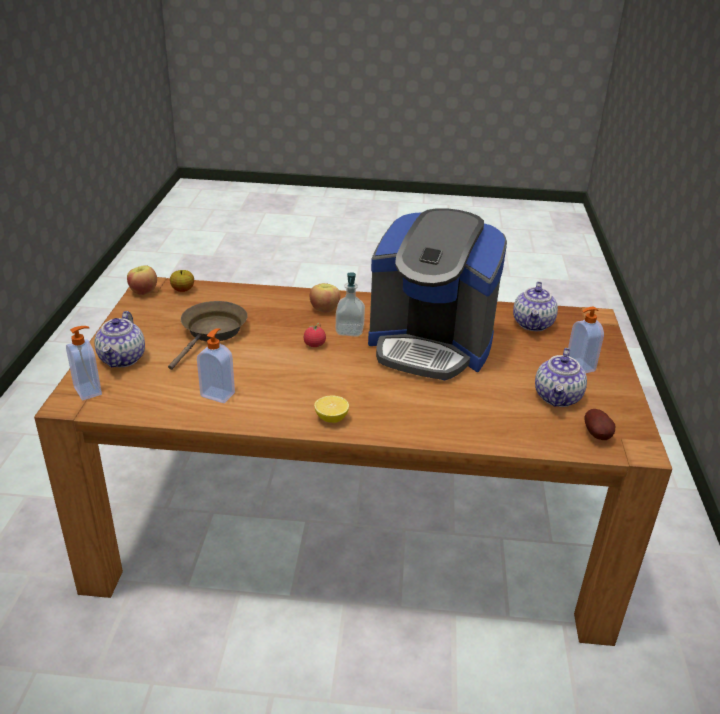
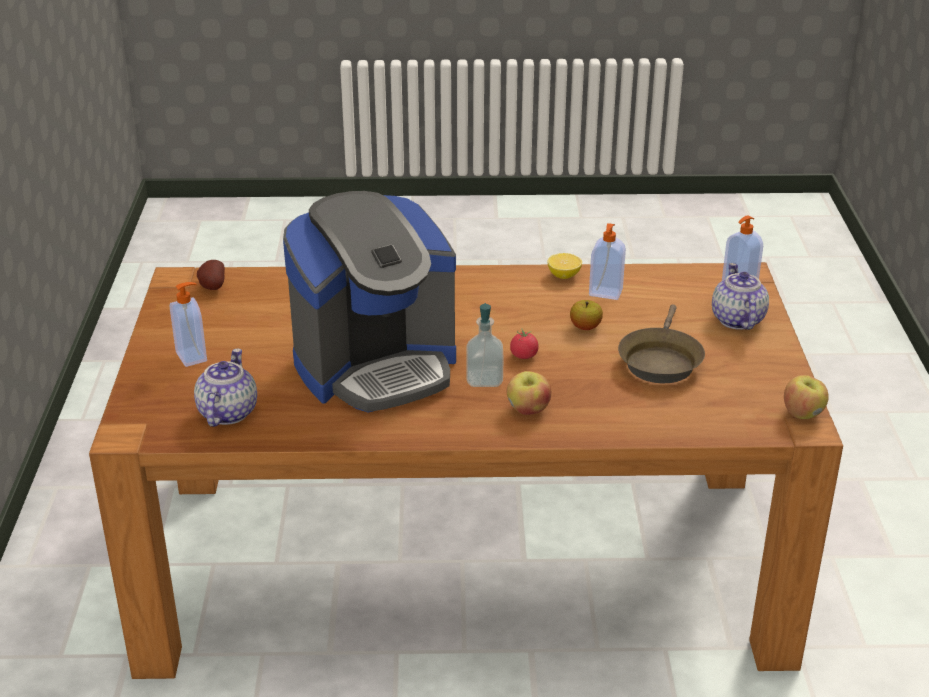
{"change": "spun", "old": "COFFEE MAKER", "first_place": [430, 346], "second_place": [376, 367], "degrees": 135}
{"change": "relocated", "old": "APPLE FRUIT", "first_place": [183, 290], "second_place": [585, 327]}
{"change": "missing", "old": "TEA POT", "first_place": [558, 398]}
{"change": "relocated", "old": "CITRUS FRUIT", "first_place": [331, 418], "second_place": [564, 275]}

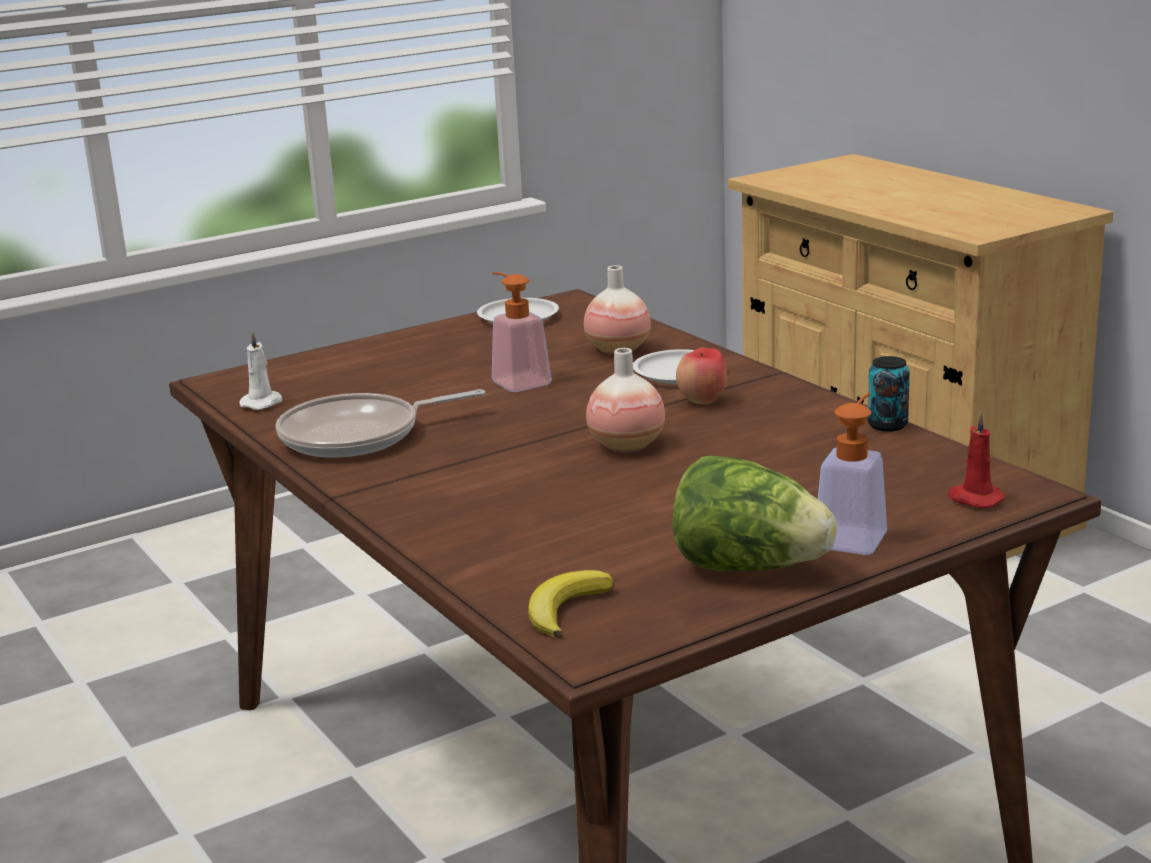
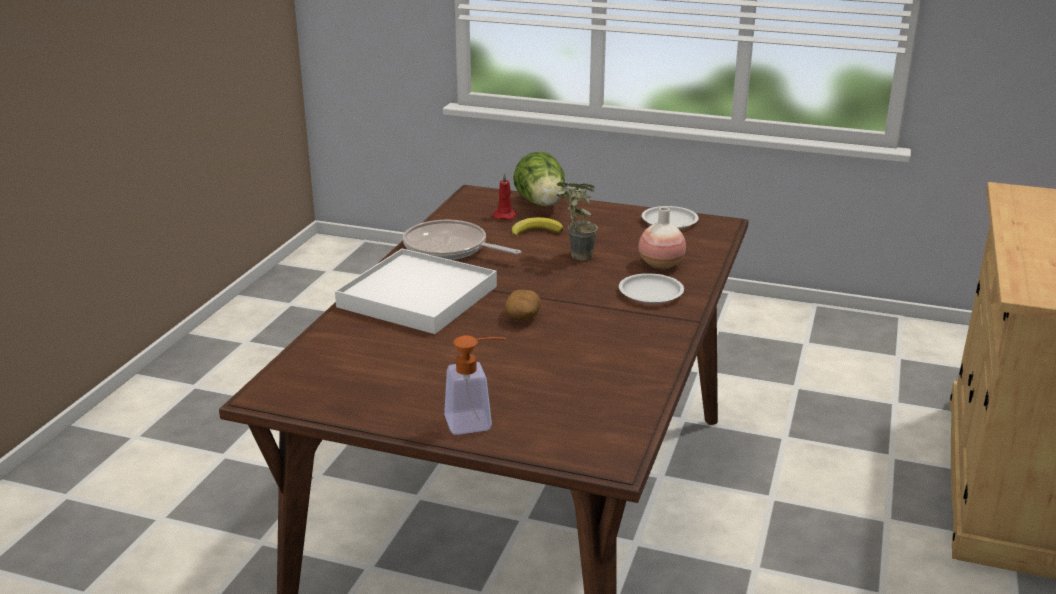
{"change": "exchanged", "old": "LIQUID SOAP BOTTLE", "new": "POTTED PLANT", "first_place": [516, 380], "second_place": [574, 256]}
{"change": "missing", "old": "WHITE-COLOURED WAX LIGHT", "first_place": [263, 403]}
{"change": "exchanged", "old": "DECORATIVE VASE", "new": "POTATO", "first_place": [626, 446], "second_place": [523, 316]}
{"change": "missing", "old": "APPLE FRUIT", "first_place": [703, 402]}
{"change": "missing", "old": "SEALED CAN", "first_place": [887, 425]}
{"change": "relocated", "old": "RED WAX LIGHT", "first_place": [974, 499], "second_place": [505, 215]}
{"change": "relocated", "old": "LETTUCE", "first_place": [749, 567], "second_place": [542, 205]}
{"change": "relocated", "old": "BANANA", "first_place": [566, 609], "second_place": [536, 231]}
{"change": "appeared", "new": "WHITE-COLOURED SERVING TRAY", "second_place": [418, 296]}

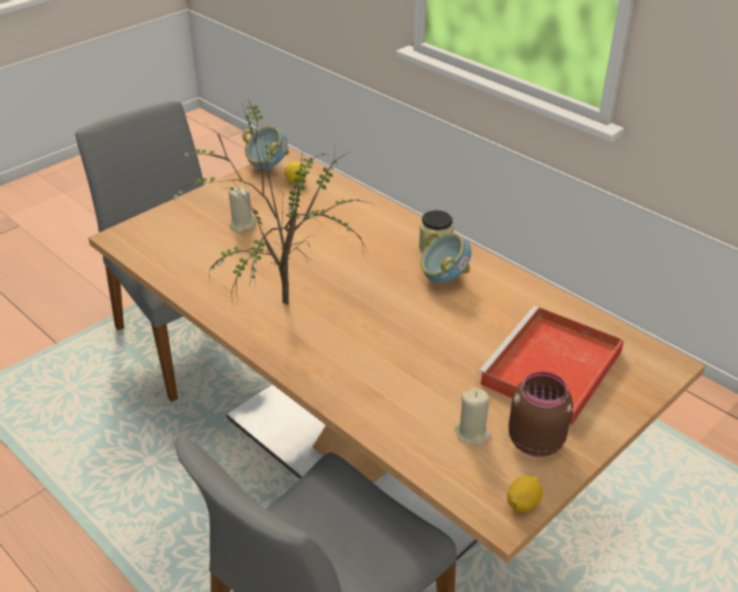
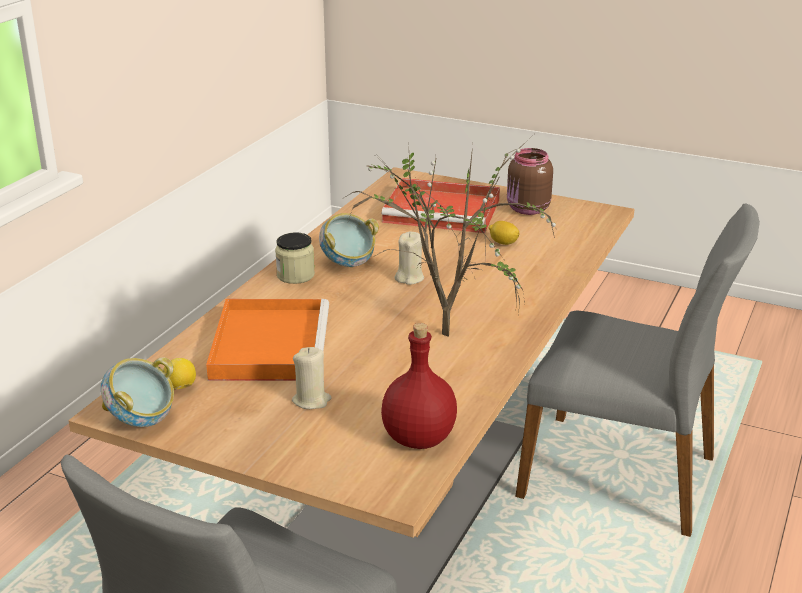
{"change": "relocated", "old": "BEIGE-COLOURED WAX LIGHT", "first_place": [472, 433], "second_place": [409, 278]}
{"change": "relocated", "old": "CITRUS FRUIT", "first_place": [523, 503], "second_place": [503, 243]}
{"change": "appeared", "new": "ORANGEY SERVING TRAY", "second_place": [269, 344]}
{"change": "appeared", "new": "RED BOTTLE", "second_place": [420, 439]}

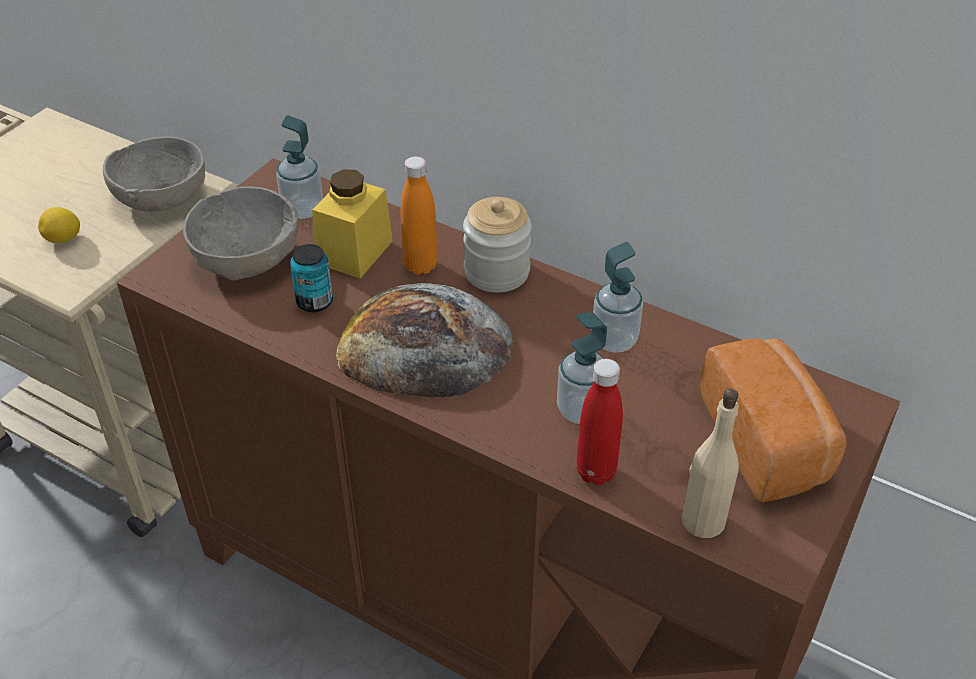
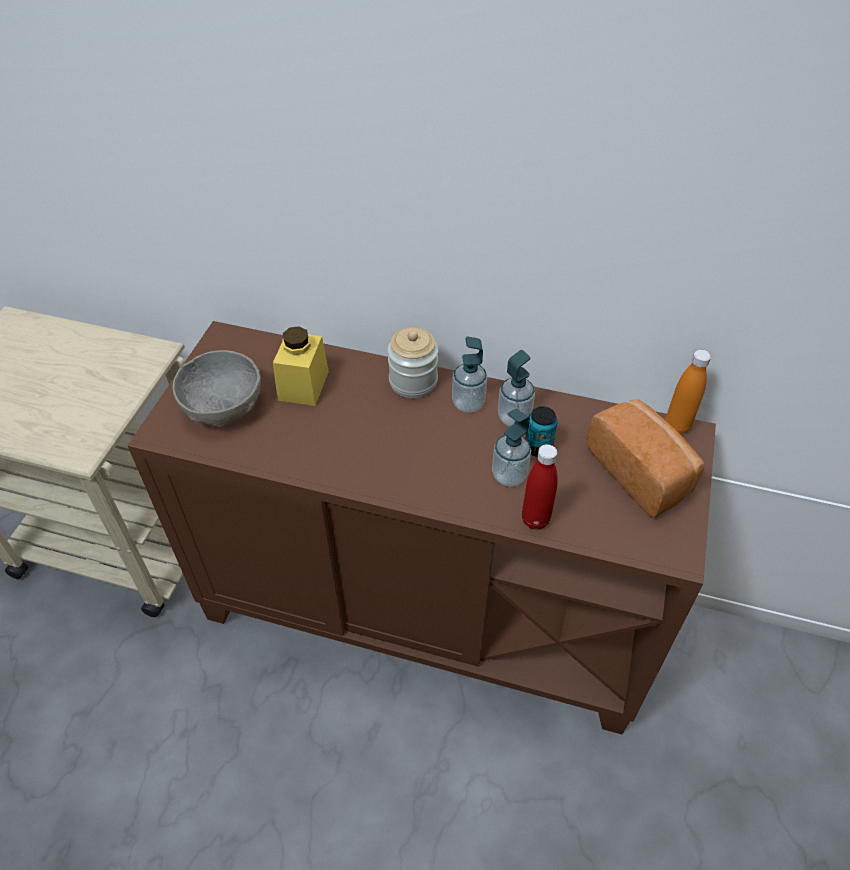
{"change": "relocated", "old": "LIQUID SOAP BOTTLE", "first_place": [303, 210], "second_place": [468, 403]}
{"change": "missing", "old": "GREY SERVING BOWL", "first_place": [161, 196]}
{"change": "relocated", "old": "ORANGEY BOTTLE", "first_place": [420, 265], "second_place": [677, 426]}
{"change": "missing", "old": "CITRUS FRUIT", "first_place": [64, 239]}
{"change": "relocated", "old": "SEALED CAN", "first_place": [315, 302], "second_place": [538, 447]}
{"change": "missing", "old": "BREAD", "first_place": [424, 345]}
{"change": "missing", "old": "BEIGE-COLOURED BOTTLE", "first_place": [702, 520]}

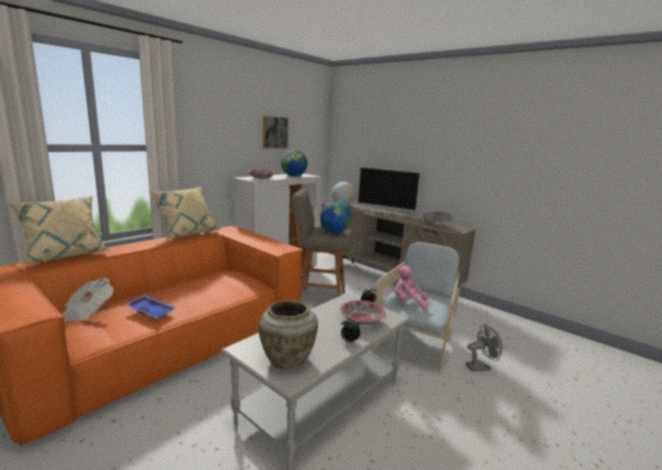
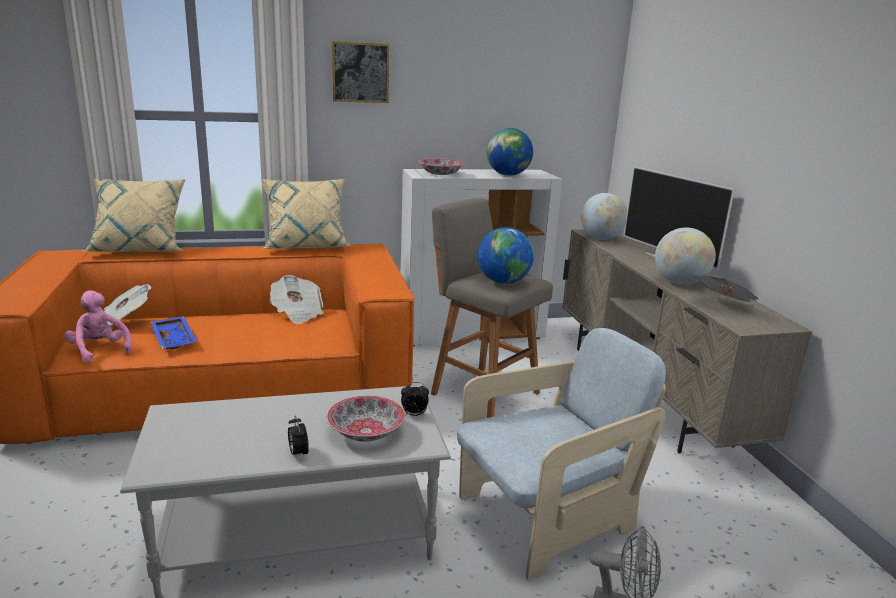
{"change": "relocated", "old": "PICTURE", "first_place": [275, 132], "second_place": [360, 72]}
{"change": "relocated", "old": "PINKISH CUDDLY TOY", "first_place": [408, 303], "second_place": [99, 350]}
{"change": "missing", "old": "BEIGE-COLOURED DECORATIVE VASE", "first_place": [287, 358]}
{"change": "appeared", "new": "GLOBE", "second_place": [679, 283]}
{"change": "appeared", "new": "NEWSPAPER", "second_place": [297, 313]}

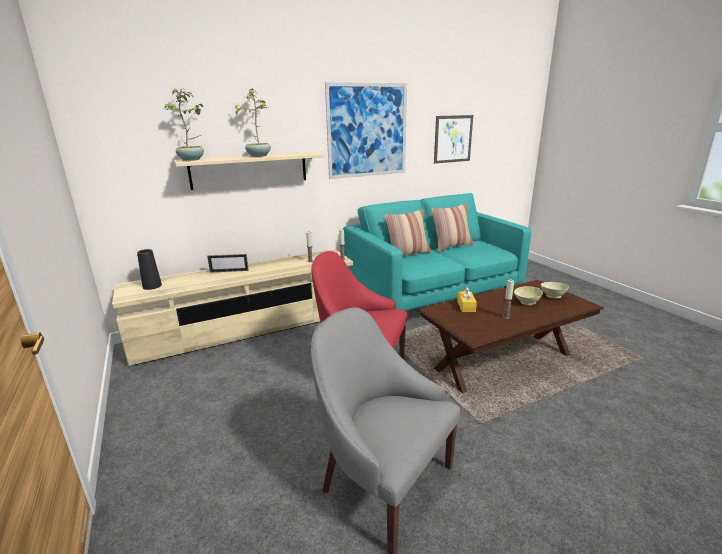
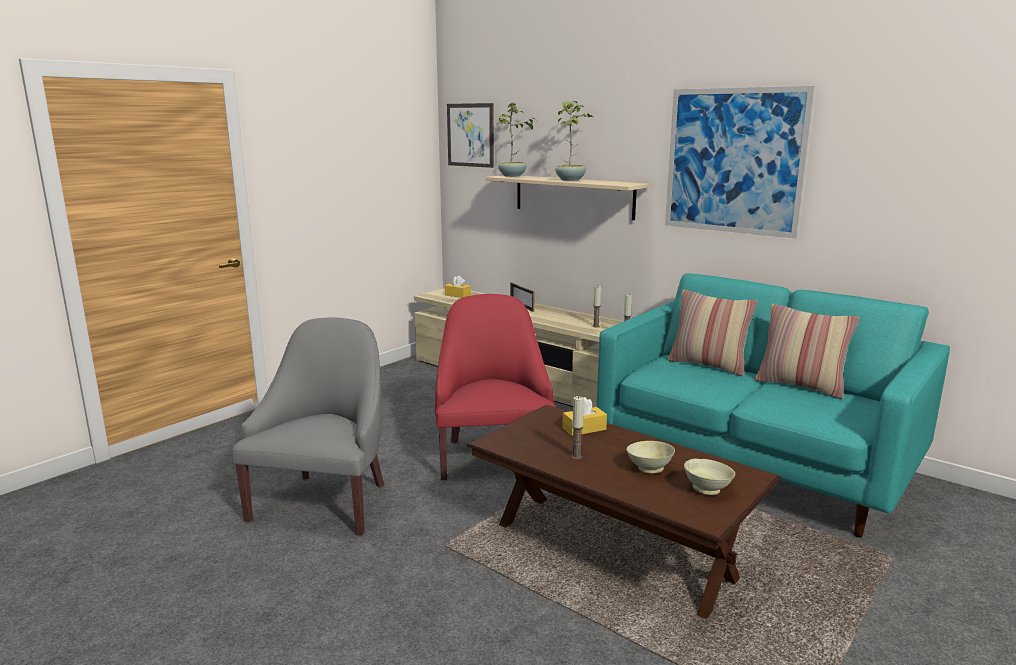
{"change": "relocated", "old": "PICTURE", "first_place": [453, 139], "second_place": [470, 135]}
{"change": "exchanged", "old": "BLACKISH DECORATIVE VASE", "new": "YELLOW-COLOURED TISSUE HOLDER", "first_place": [152, 286], "second_place": [457, 295]}

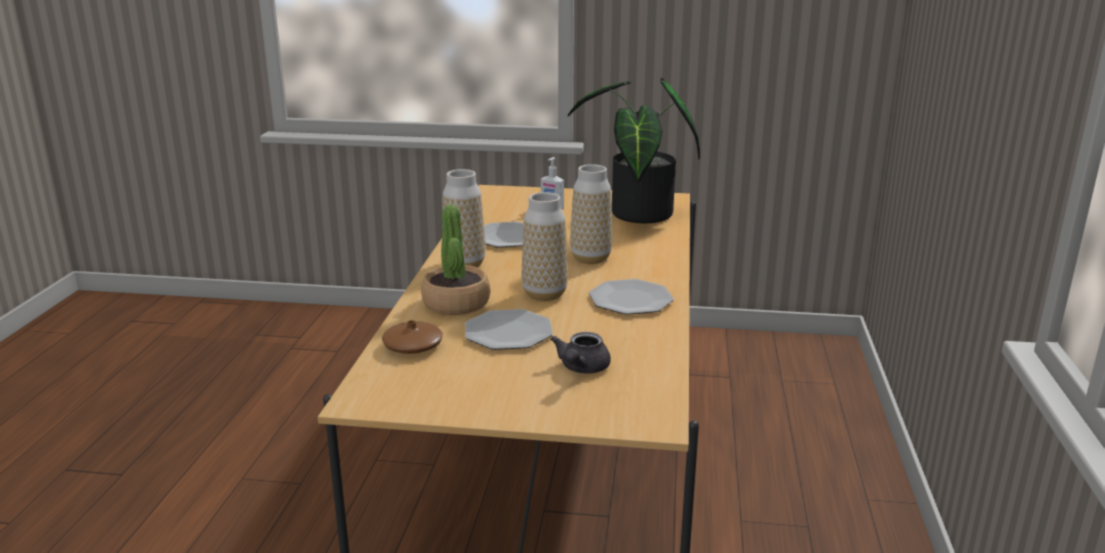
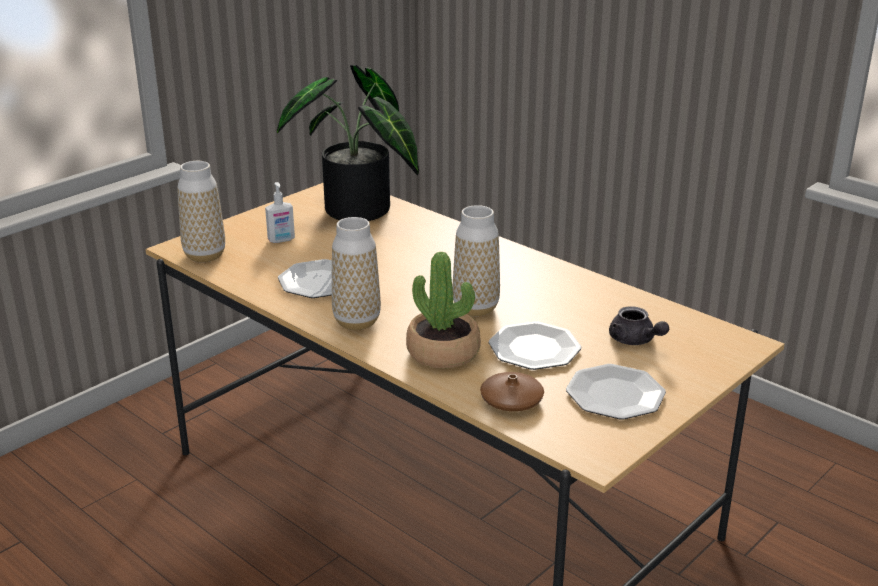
{"change": "relocated", "old": "DECORATIVE VASE", "first_place": [590, 258], "second_place": [205, 255]}
{"change": "relocated", "old": "DINNER PLATE", "first_place": [631, 299], "second_place": [615, 394]}

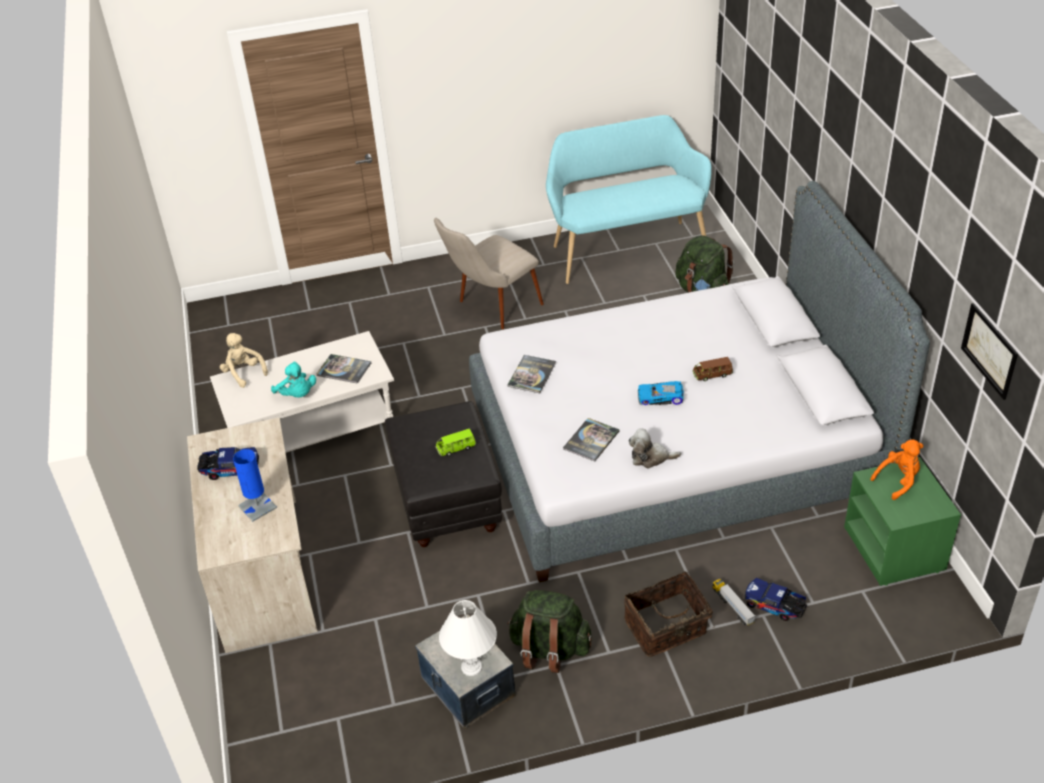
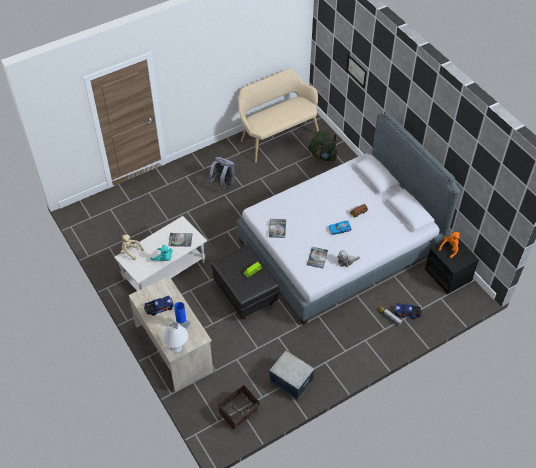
{"change": "colour", "old": "BLUE-GREEN LONG SEAT", "new": "BEIGE-COLOURED LONG SEAT", "first_place": [626, 248], "second_place": [277, 136]}
{"change": "exchanged", "old": "BEIGE-COLOURED UPRIGHT CHAIR", "new": "GREY BACKPACK", "first_place": [490, 309], "second_place": [223, 184]}
{"change": "relocated", "old": "PICTURE", "first_place": [989, 350], "second_place": [356, 71]}
{"change": "colour", "old": "GREENISH NIGHT TABLE", "new": "BLACKISH NIGHT TABLE", "first_place": [895, 549], "second_place": [448, 275]}
{"change": "relocated", "old": "STORAGE BASKET", "first_place": [667, 628], "second_place": [239, 412]}
{"change": "missing", "old": "GREENISH BACKPACK", "first_place": [549, 649]}
{"change": "relocated", "old": "WHITE-COLOURED LAMP FOR A TABLE", "first_place": [471, 667], "second_place": [176, 348]}

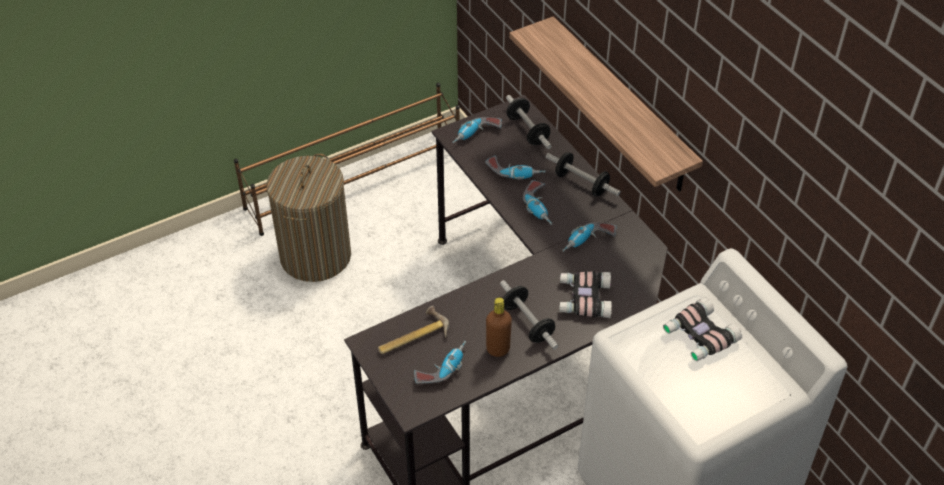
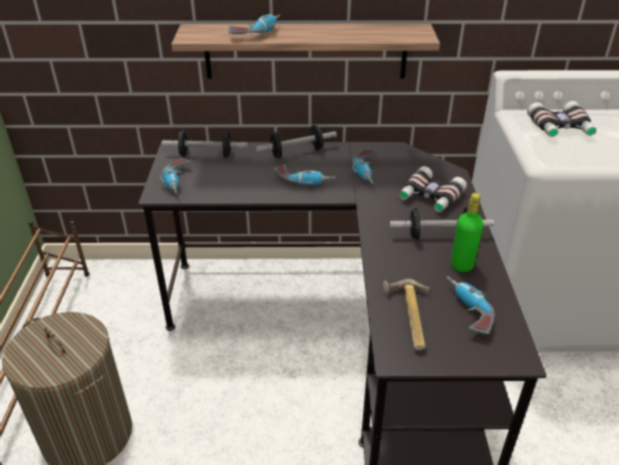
{"change": "relocated", "old": "POWER DRILL", "first_place": [515, 173], "second_place": [256, 32]}
{"change": "colour", "old": "BROWN BOTTLE", "new": "GREENISH BOTTLE", "first_place": [498, 349], "second_place": [462, 265]}

